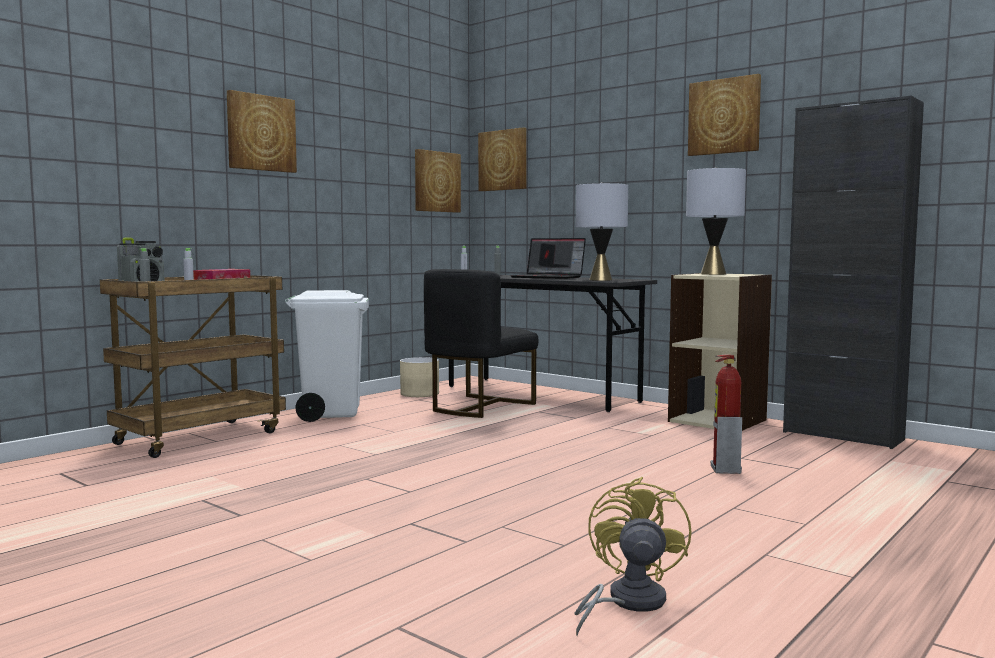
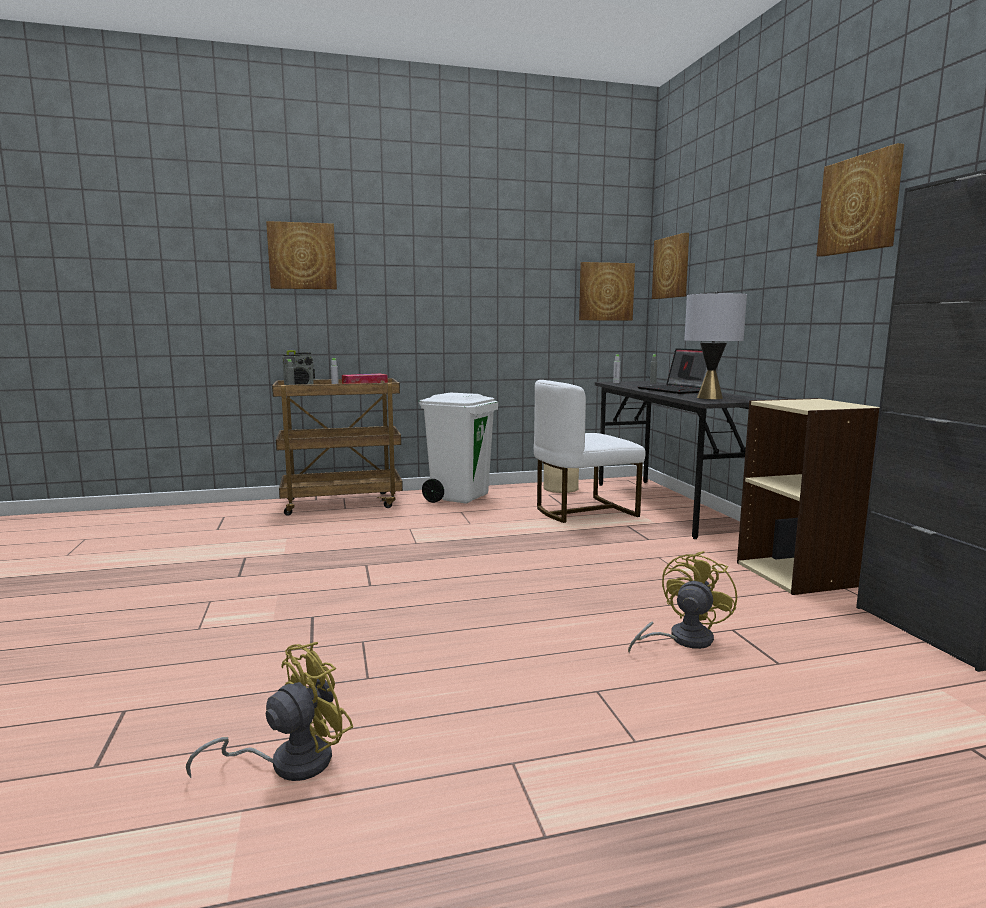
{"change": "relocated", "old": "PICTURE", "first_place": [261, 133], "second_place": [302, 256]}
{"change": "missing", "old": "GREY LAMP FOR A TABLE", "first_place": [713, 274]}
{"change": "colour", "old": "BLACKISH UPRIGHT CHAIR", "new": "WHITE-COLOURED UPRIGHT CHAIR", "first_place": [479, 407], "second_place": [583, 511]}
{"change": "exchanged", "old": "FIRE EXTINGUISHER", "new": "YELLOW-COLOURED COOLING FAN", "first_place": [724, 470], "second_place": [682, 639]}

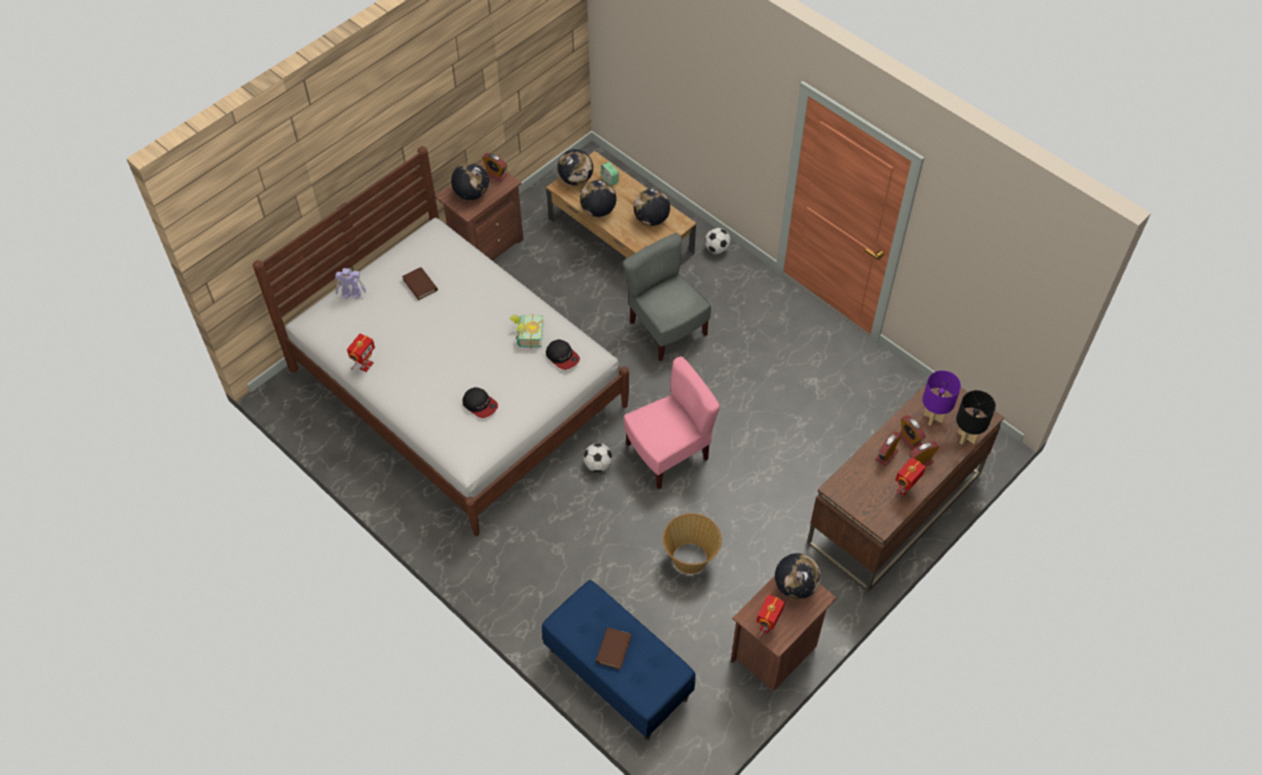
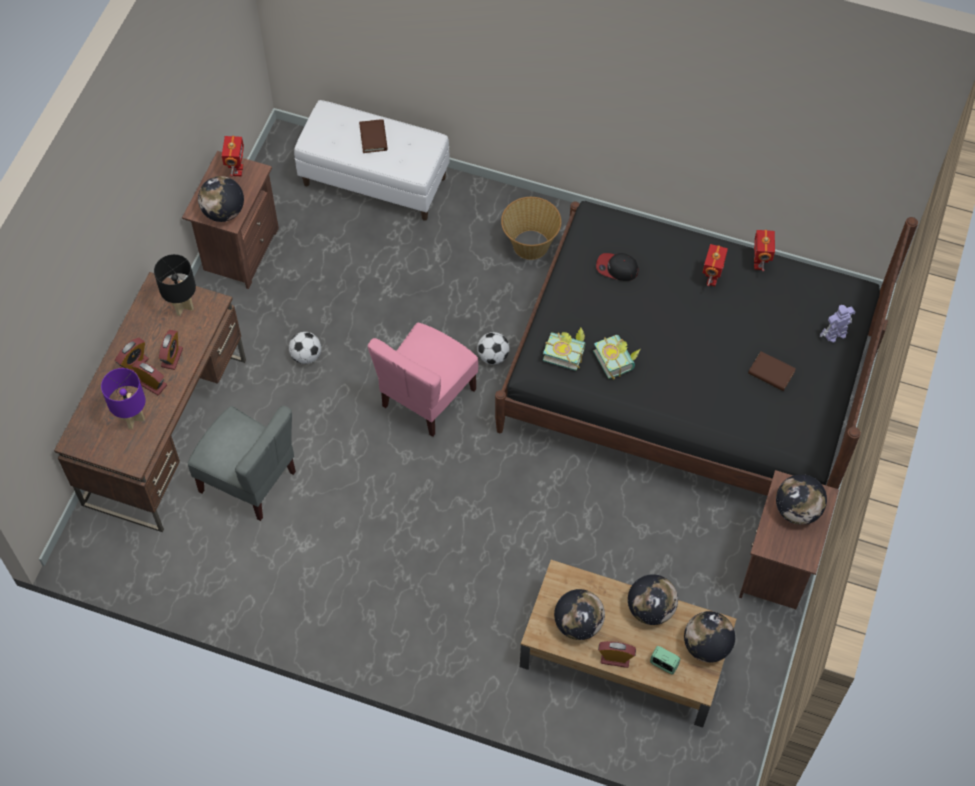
{"change": "colour", "old": "WHITE-COLOURED SLEEPING BED", "new": "BLACKISH SLEEPING BED", "first_place": [458, 387], "second_place": [687, 380]}
{"change": "relocated", "old": "BEDSIDE CLOCK", "first_place": [495, 174], "second_place": [615, 658]}
{"change": "relocated", "old": "FOOTBALL", "first_place": [717, 249], "second_place": [306, 356]}
{"change": "relocated", "old": "GREY UPRIGHT CHAIR", "first_place": [666, 329], "second_place": [249, 480]}
{"change": "exchanged", "old": "CAP", "new": "VOLUME", "first_place": [562, 357], "second_place": [565, 352]}
{"change": "relocated", "old": "BLACKISH LAMP FOR A TABLE", "first_place": [966, 437], "second_place": [183, 306]}
{"change": "relocated", "old": "ROBOT FIGURE", "first_place": [905, 489], "second_place": [711, 279]}
{"change": "relocated", "old": "STORAGE BASKET", "first_place": [690, 558], "second_place": [530, 245]}
{"change": "colour", "old": "BLUE LONG SEAT", "new": "WHITE-COLOURED LONG SEAT", "first_place": [617, 674], "second_place": [375, 180]}

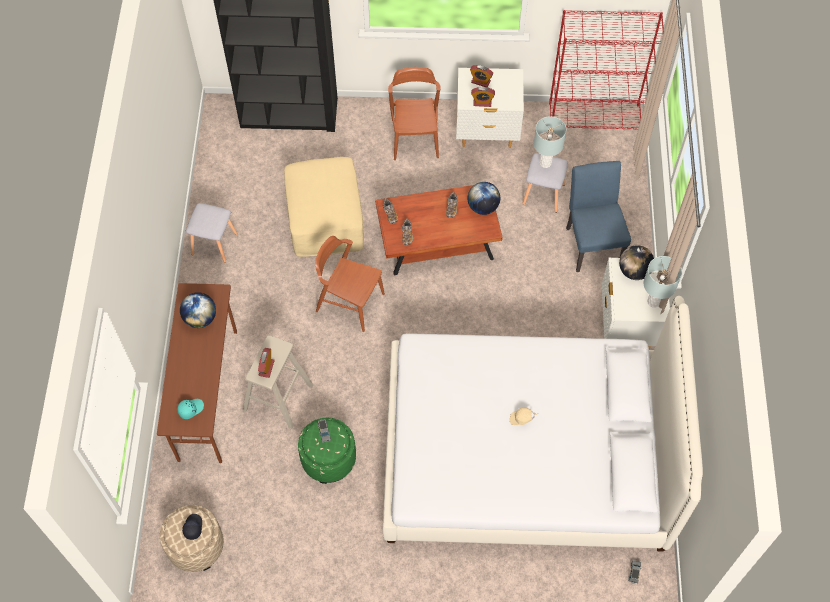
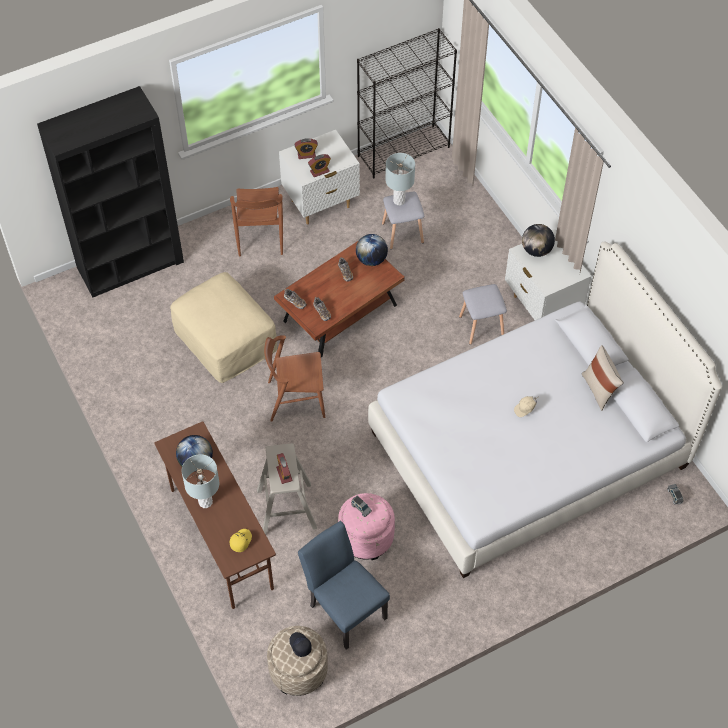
{"change": "colour", "old": "RED SHELVING UNIT", "new": "BLACKISH SHELVING UNIT", "first_place": [595, 117], "second_place": [404, 151]}
{"change": "spun", "old": "BROWN UPRIGHT CHAIR", "first_place": [415, 138], "second_place": [260, 236], "degrees": -150}
{"change": "relocated", "old": "BLUE UPRIGHT CHAIR", "first_place": [592, 242], "second_place": [344, 607]}
{"change": "relocated", "old": "GREY STOOL", "first_place": [214, 243], "second_place": [481, 326]}
{"change": "relocated", "old": "GREY LAMP FOR A TABLE", "first_place": [653, 301], "second_place": [205, 502]}
{"change": "colour", "old": "BLUE-GREEN CAP", "new": "YELLOW-COLOURED CAP", "first_place": [190, 409], "second_place": [240, 541]}
{"change": "colour", "old": "GREENISH OTTOMAN", "new": "PINKISH OTTOMAN", "first_place": [328, 459], "second_place": [366, 537]}
{"change": "appeared", "new": "BEIGE-COLOURED THROW PILLOW", "second_place": [599, 390]}

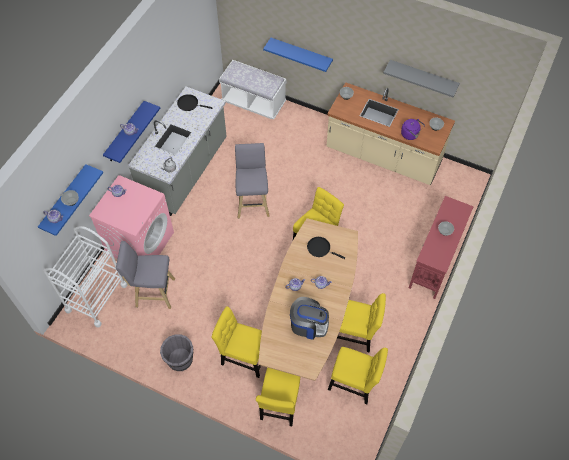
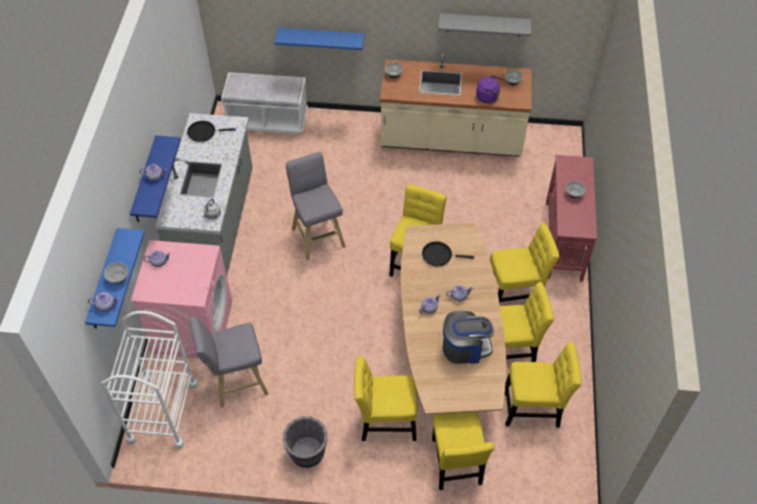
{"change": "appeared", "new": "YELLOW-COLOURED UPRIGHT CHAIR", "second_place": [515, 294]}

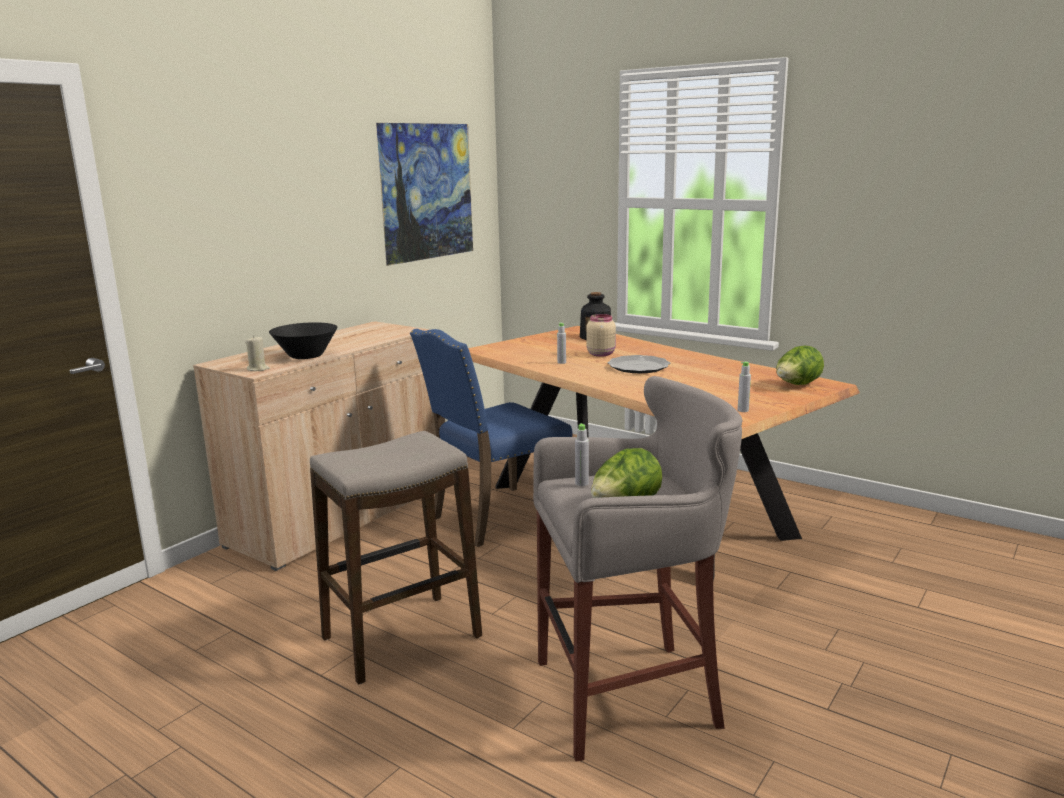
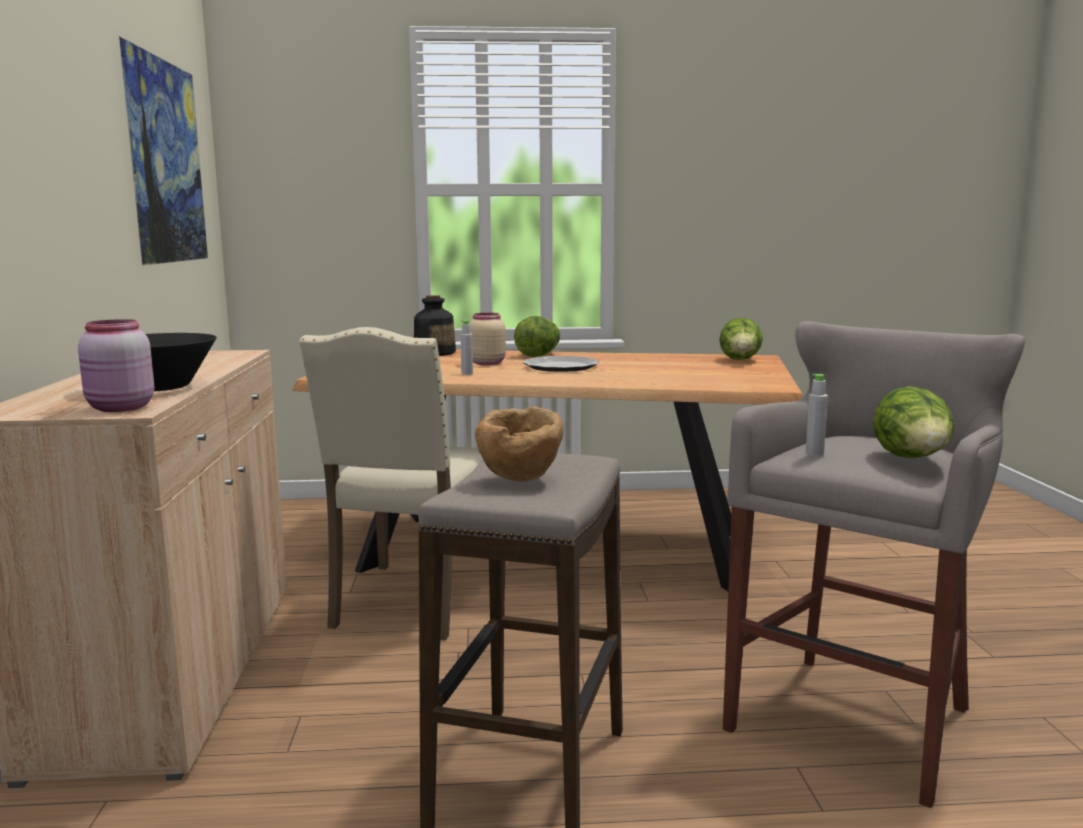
{"change": "colour", "old": "BLUE UPRIGHT CHAIR", "new": "BEIGE-COLOURED UPRIGHT CHAIR", "first_place": [496, 517], "second_place": [413, 602]}
{"change": "exchanged", "old": "BEIGE-COLOURED WAX LIGHT", "new": "PINKISH JAR", "first_place": [258, 369], "second_place": [120, 408]}
{"change": "missing", "old": "GREY BOTTLE", "first_place": [743, 410]}
{"change": "appeared", "new": "LETTUCE", "second_place": [538, 355]}
{"change": "appeared", "new": "BROWN SERVING BOWL", "second_place": [521, 479]}

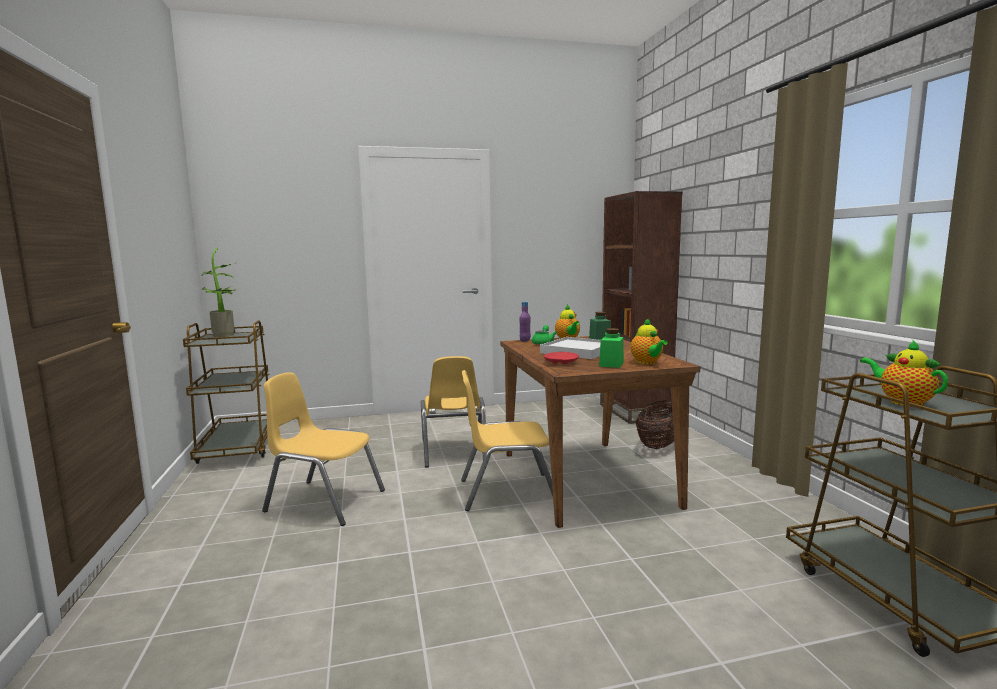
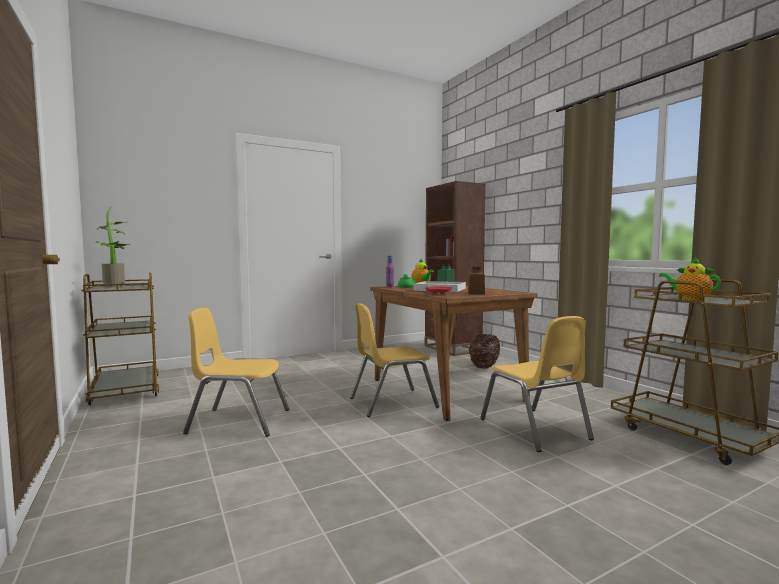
{"change": "missing", "old": "TEA POT", "first_place": [647, 362]}
{"change": "colour", "old": "GREENISH JAR", "new": "BROWN JAR", "first_place": [611, 364], "second_place": [476, 293]}
{"change": "relocated", "old": "YELLOW-COLOURED UPRIGHT CHAIR", "first_place": [453, 451], "second_place": [534, 429]}

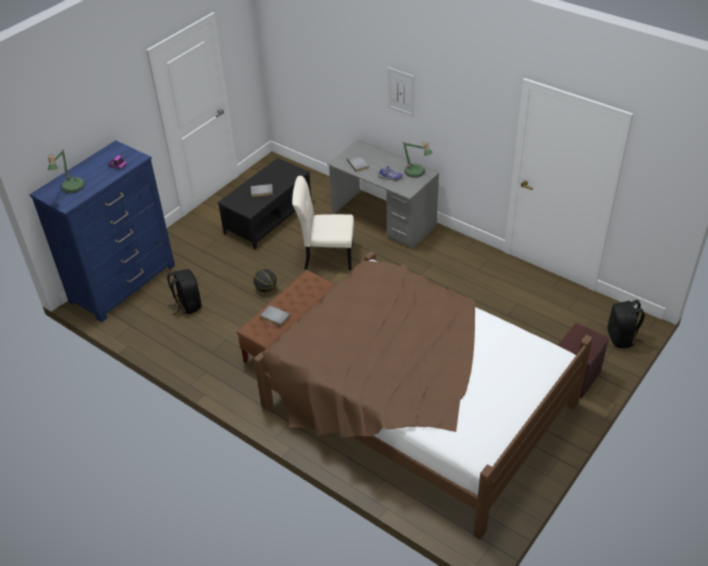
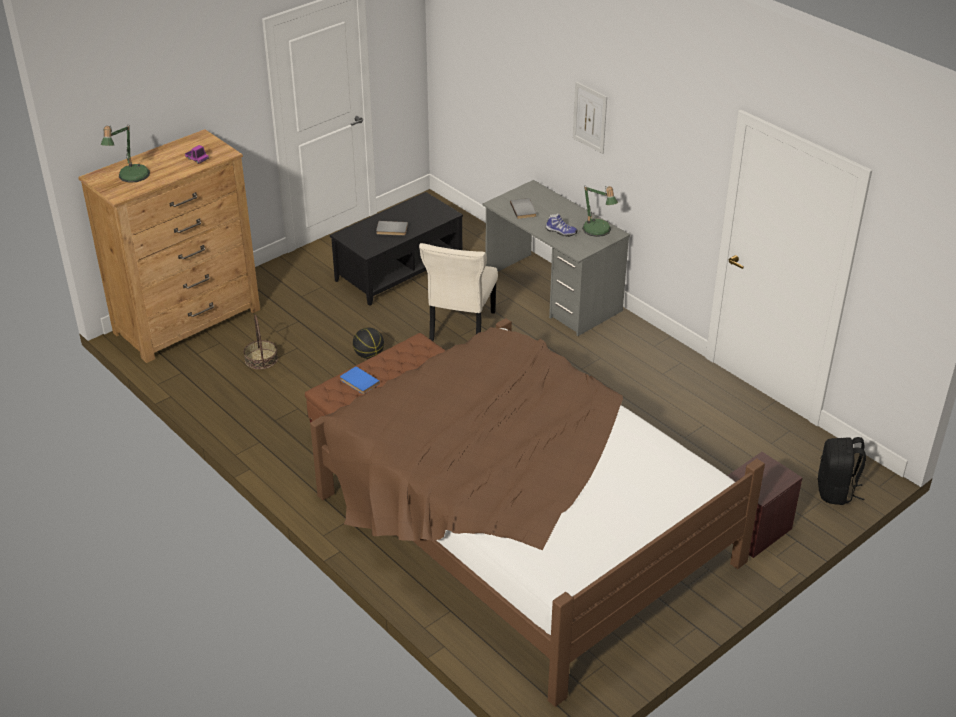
{"change": "colour", "old": "BLUE DRESSER", "new": "BROWN DRESSER", "first_place": [123, 283], "second_place": [188, 321]}
{"change": "spun", "old": "BEIGE-COLOURED UPRIGHT CHAIR", "first_place": [326, 257], "second_place": [461, 328], "degrees": -90}
{"change": "exchanged", "old": "BLACKISH BACKPACK", "new": "STORAGE BASKET", "first_place": [187, 305], "second_place": [261, 359]}
{"change": "colour", "old": "GREY VOLUME", "new": "BLUE VOLUME", "first_place": [274, 317], "second_place": [358, 382]}

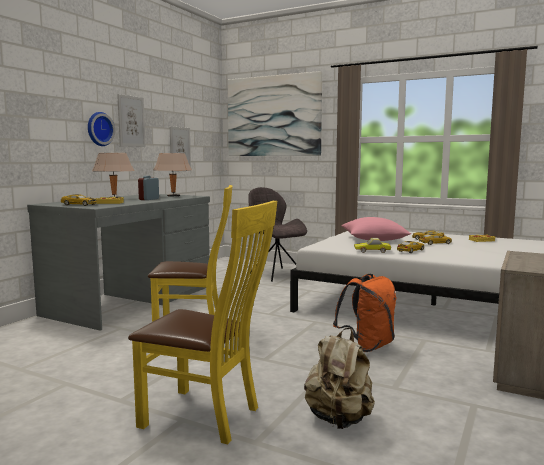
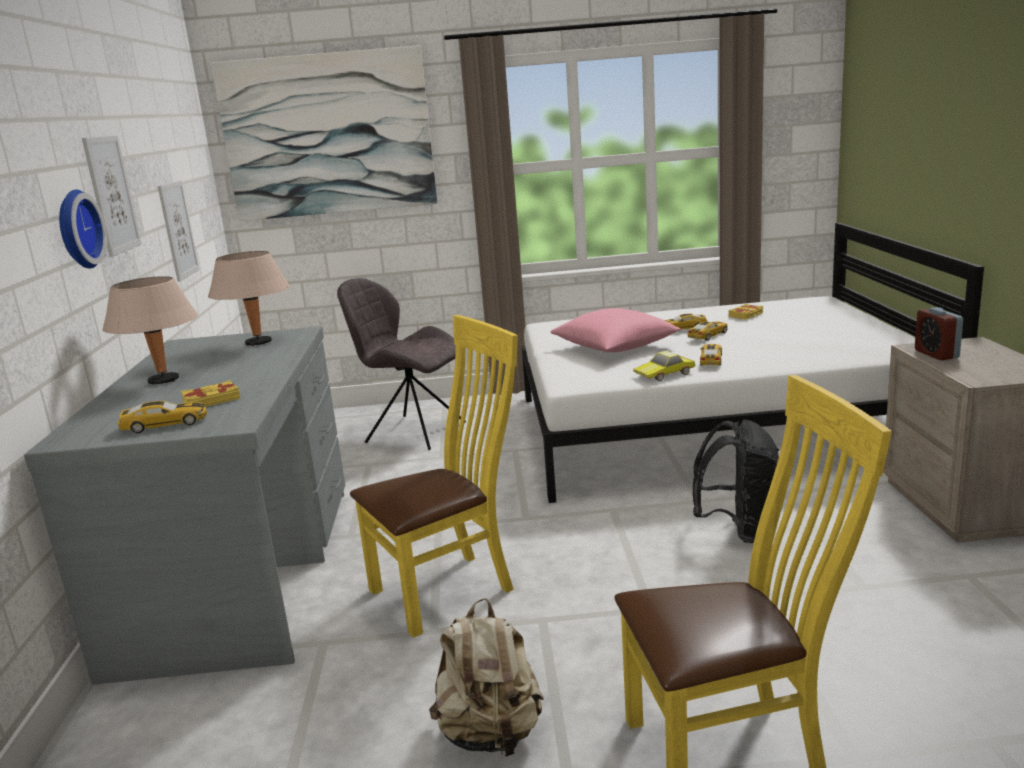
{"change": "relocated", "old": "BEDSIDE CLOCK", "first_place": [149, 199], "second_place": [936, 354]}
{"change": "colour", "old": "ORANGEY BACKPACK", "new": "BLACKISH BACKPACK", "first_place": [367, 346], "second_place": [739, 529]}
{"change": "relocated", "old": "BEIGE-COLOURED BACKPACK", "first_place": [339, 419], "second_place": [491, 734]}

